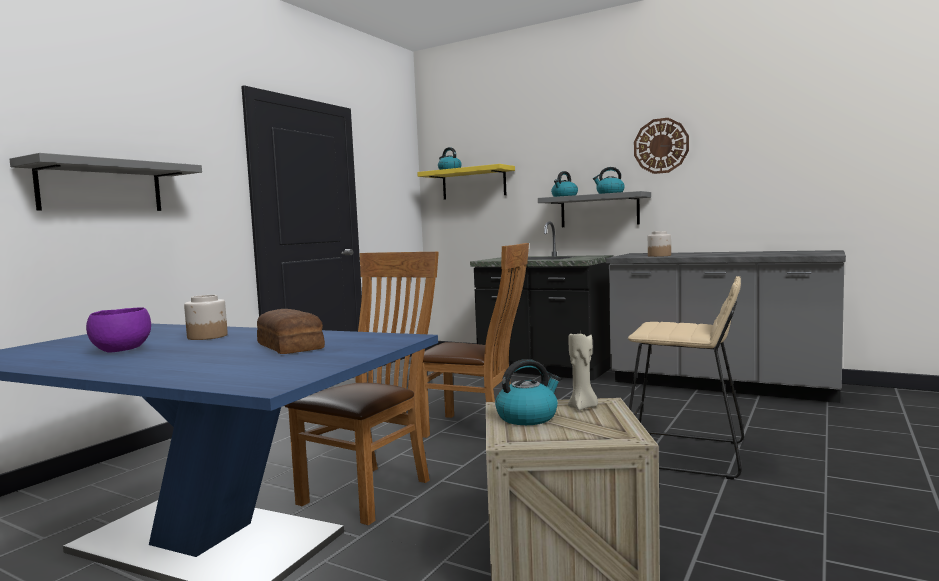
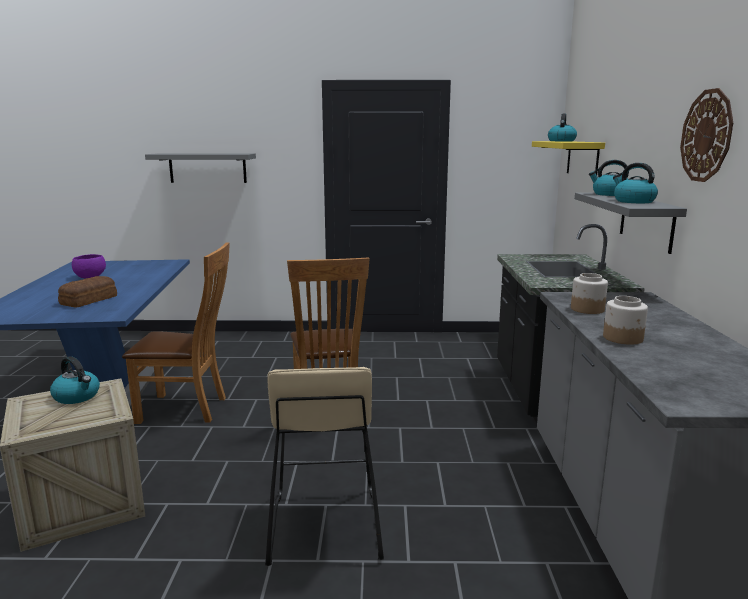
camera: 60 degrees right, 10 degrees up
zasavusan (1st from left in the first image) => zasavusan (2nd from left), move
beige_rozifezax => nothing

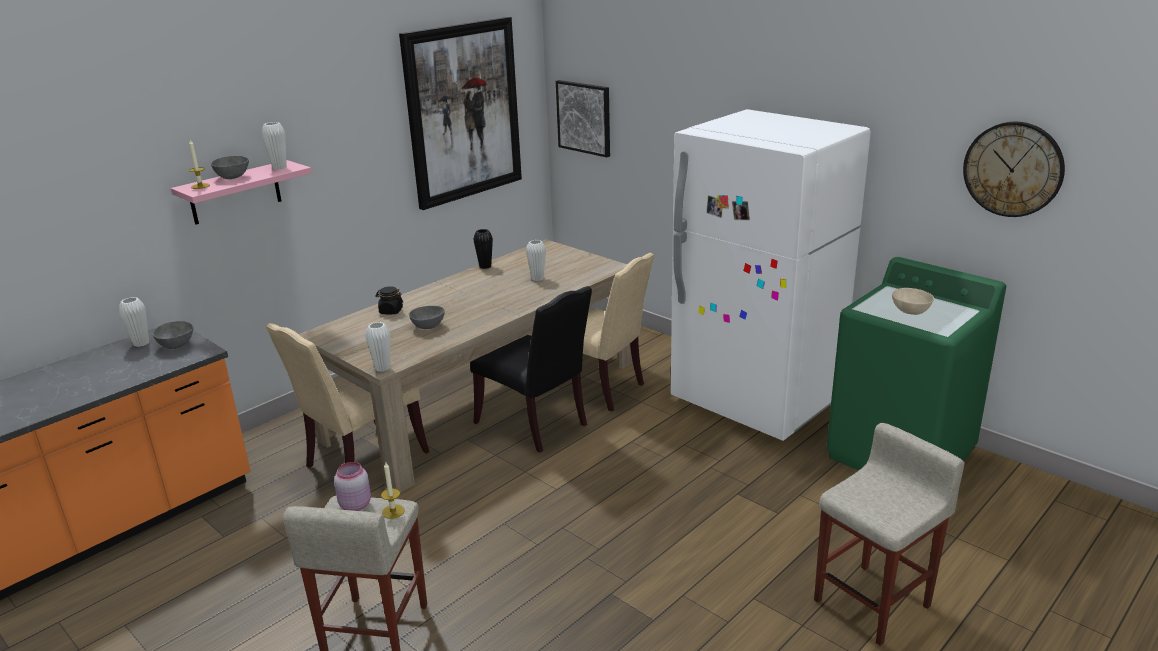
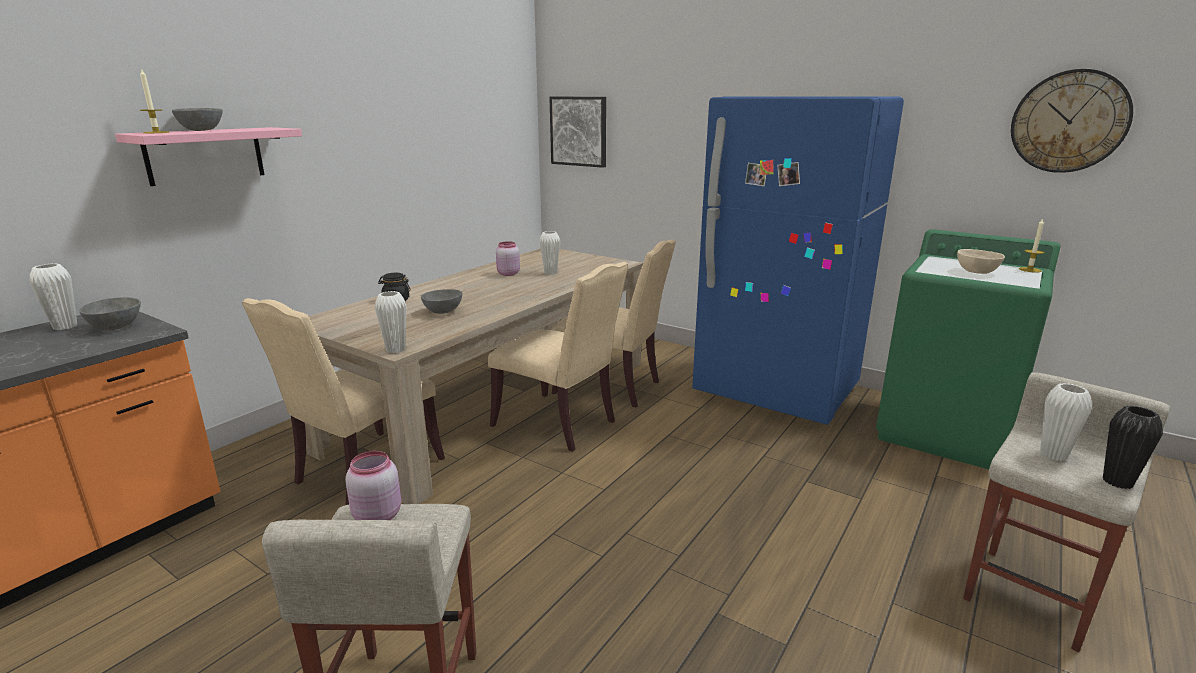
camera: 10 degrees left, 5 degrees down
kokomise (1st from left) => nothing
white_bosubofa => blue_bosubofa
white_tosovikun (2nd from left in the first image) => white_tosovikun (4th from left), move
black_tosovikun, move
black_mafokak => beige_mafokak (2nd from left)
rozifezax (2nd from left), move
nothing => pink_zasavusan (2nd from left)

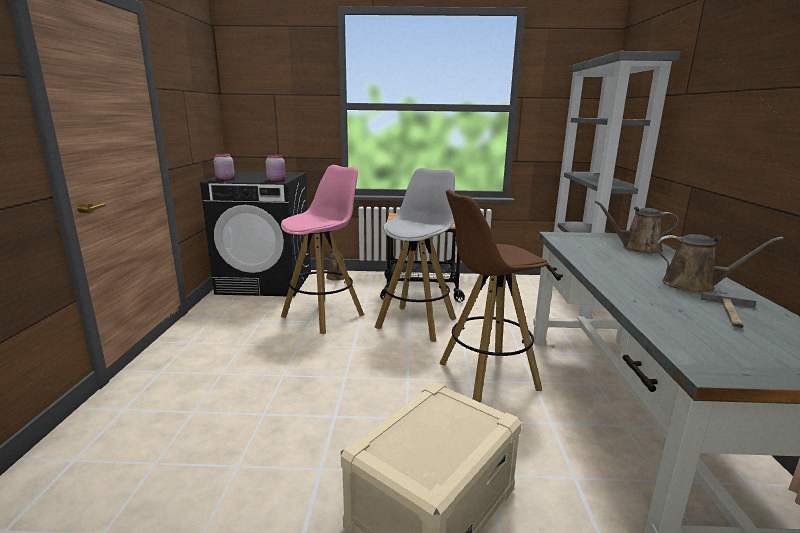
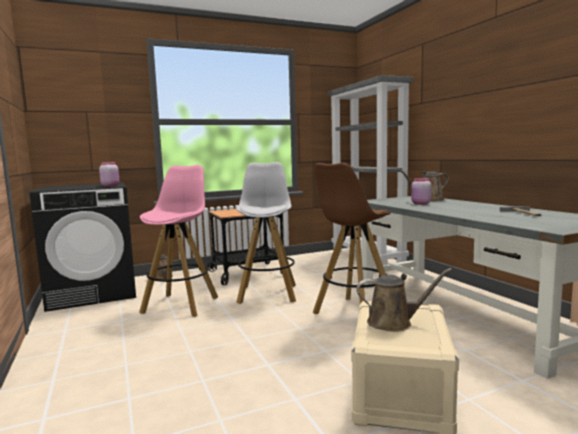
camera: 25 degrees left, 10 degrees down
pink_zasavusan (1st from left in the first image) => pink_zasavusan (2nd from left), move
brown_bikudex (3rd from left in the first image) => brown_bikudex (2nd from left), move

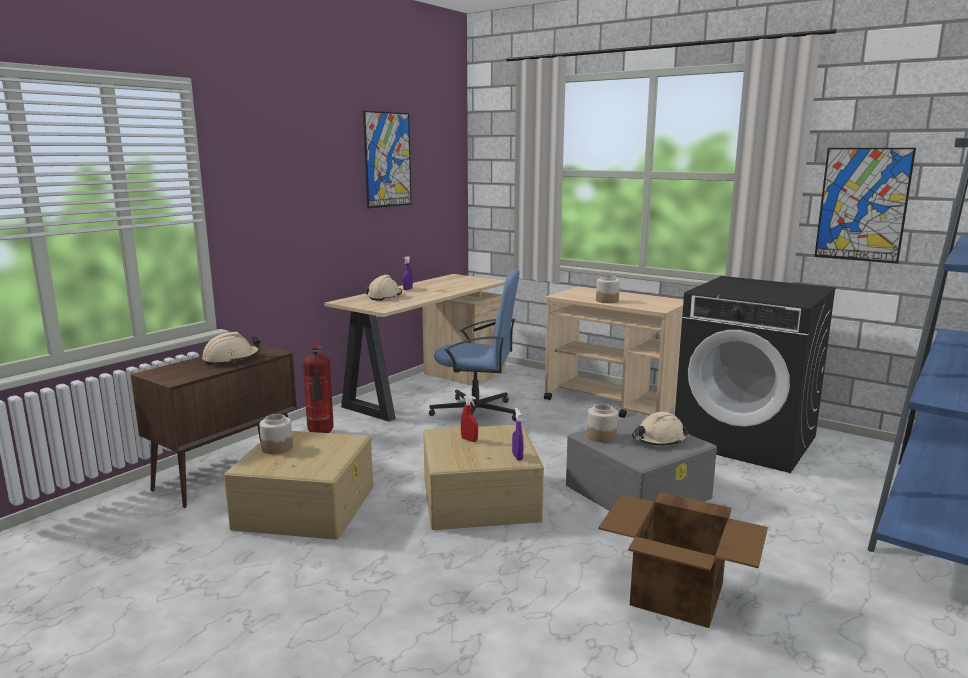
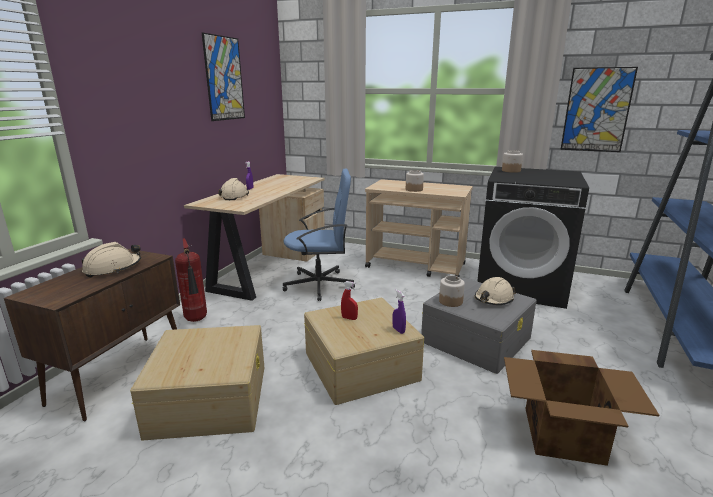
camera: 15 degrees left, 5 degrees up
zasavusan (1st from left in the first image) => zasavusan (3rd from left), move

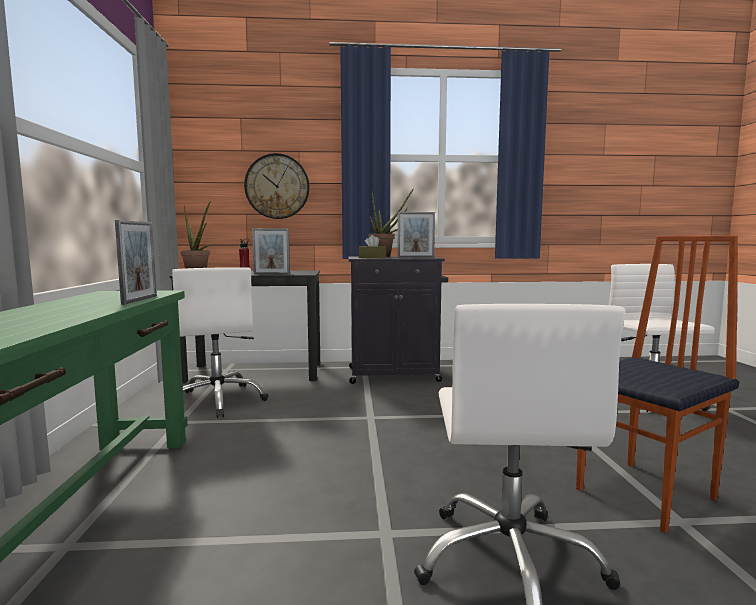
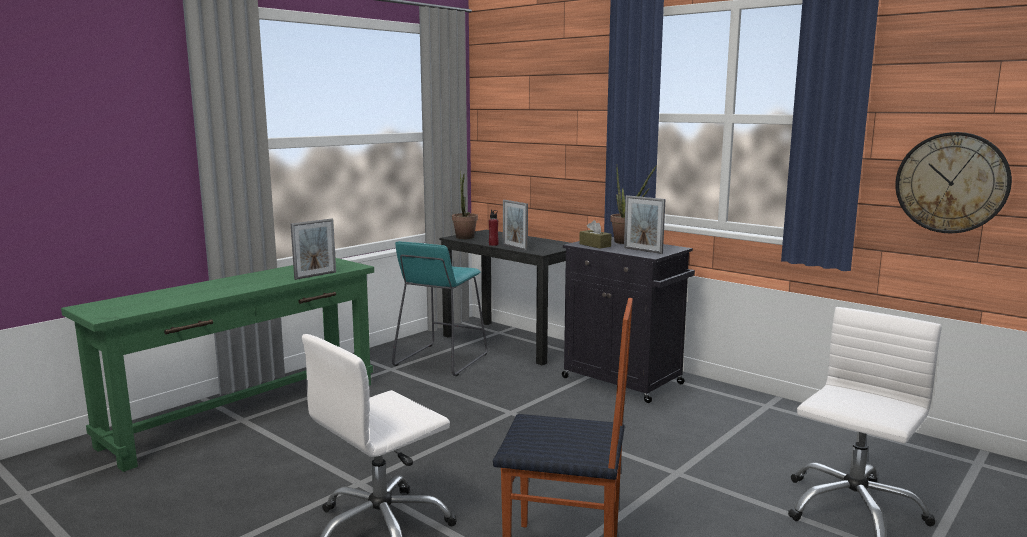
camera: 45 degrees right, 5 degrees up
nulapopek, move
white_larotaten (1st from left) => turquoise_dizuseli

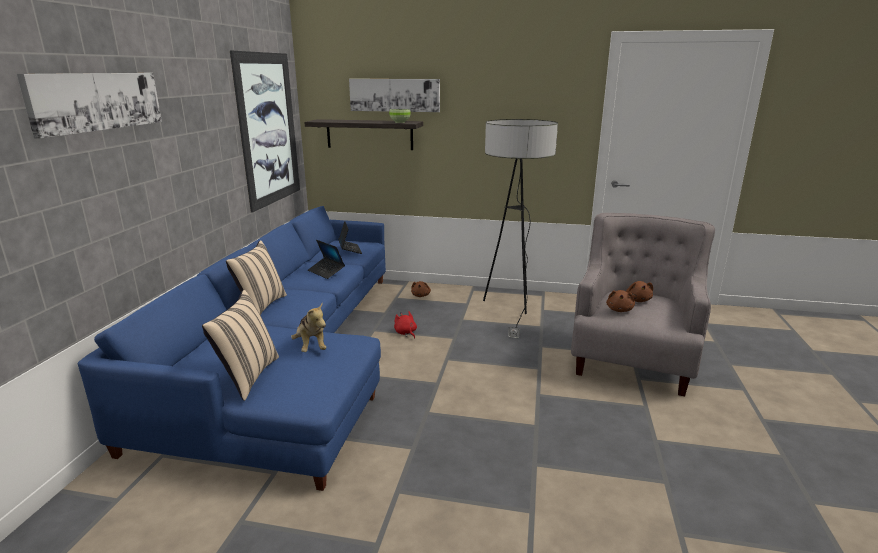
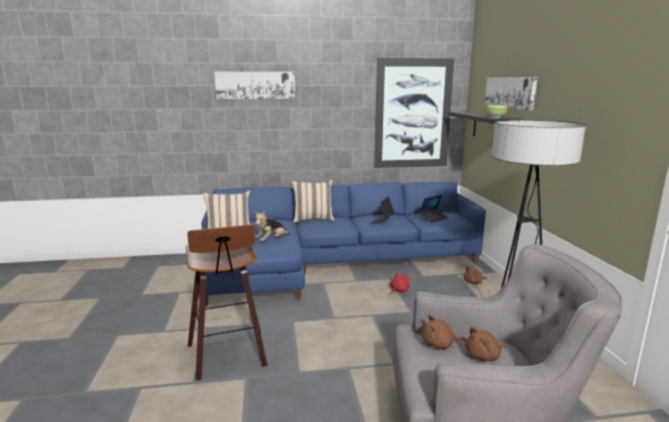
camera: 70 degrees right, 5 degrees down
nothing => dizuseli

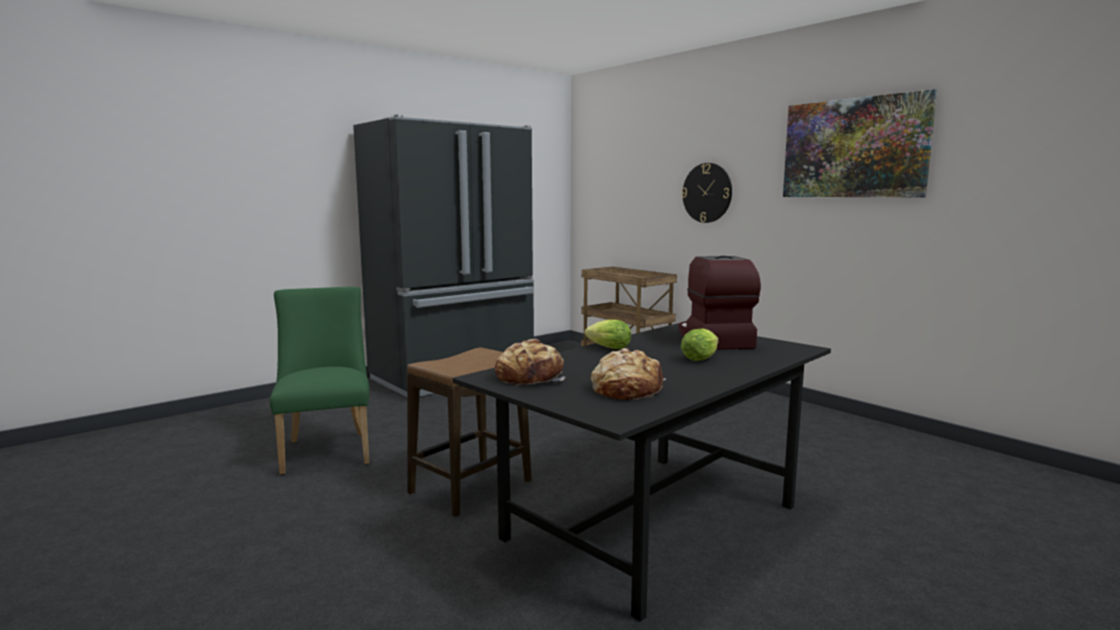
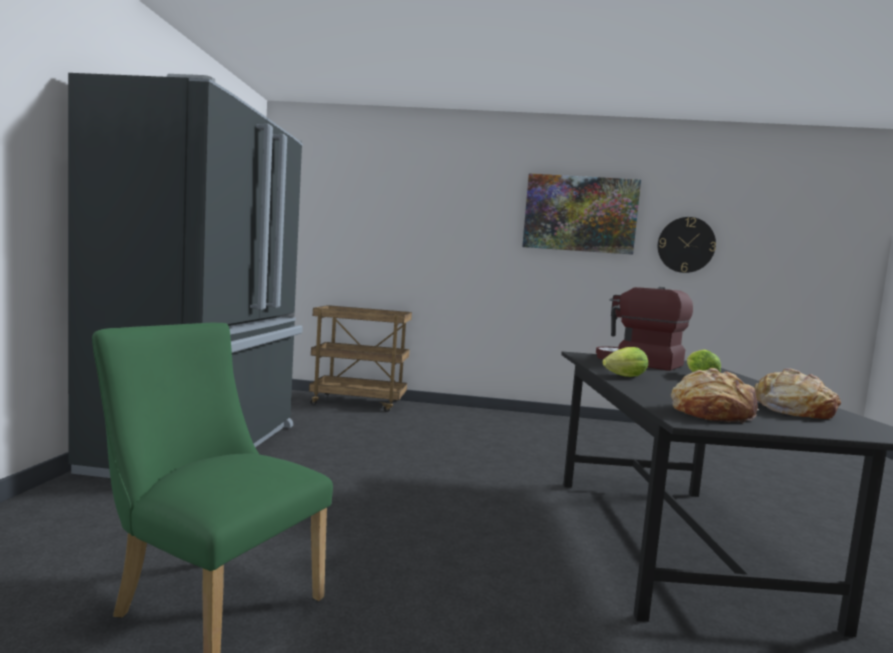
camera: 45 degrees left, 5 degrees down
nulapopek, move
dizuseli => nothing

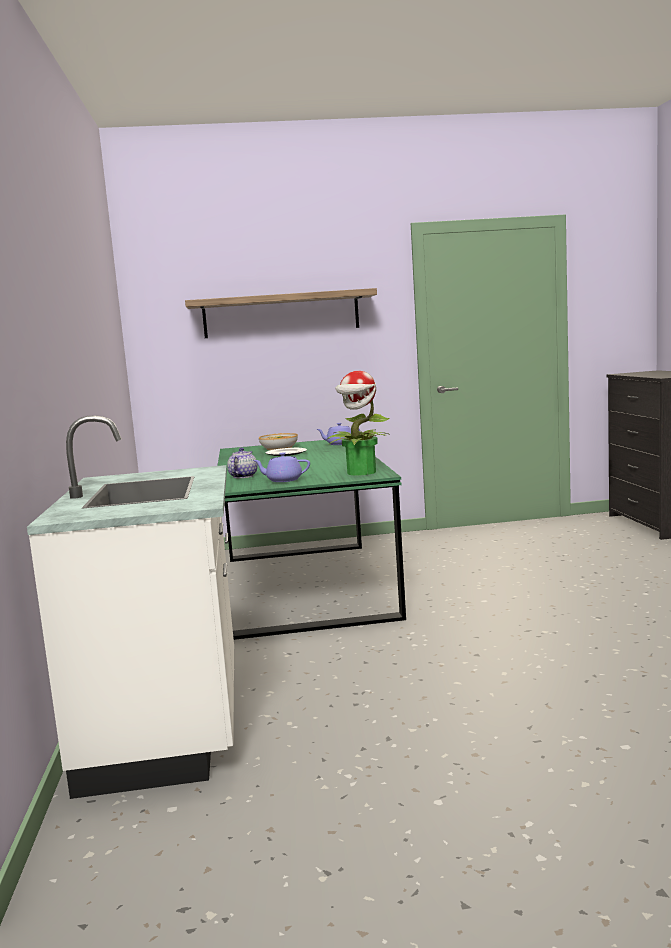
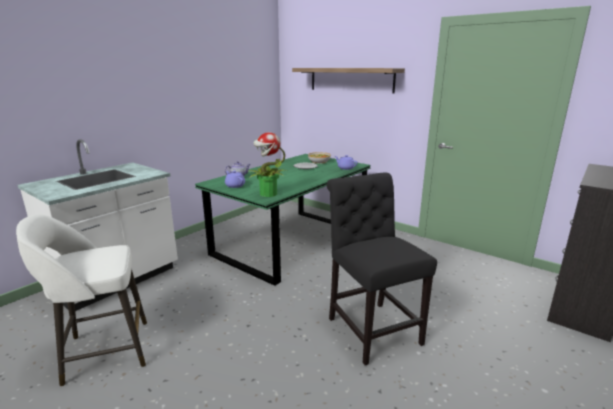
camera: 45 degrees right, 10 degrees up
nothing => black_mafokak
nothing => white_dizuseli

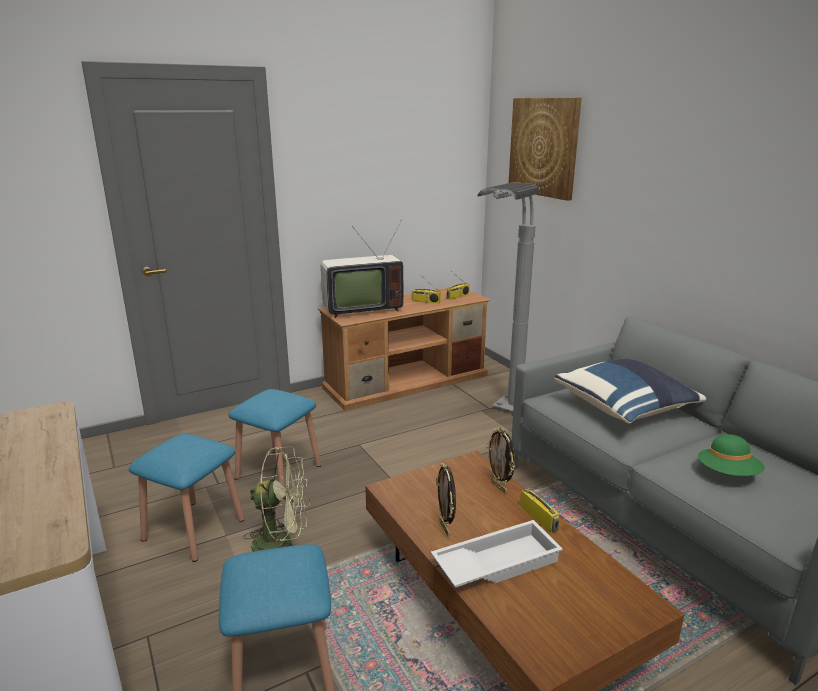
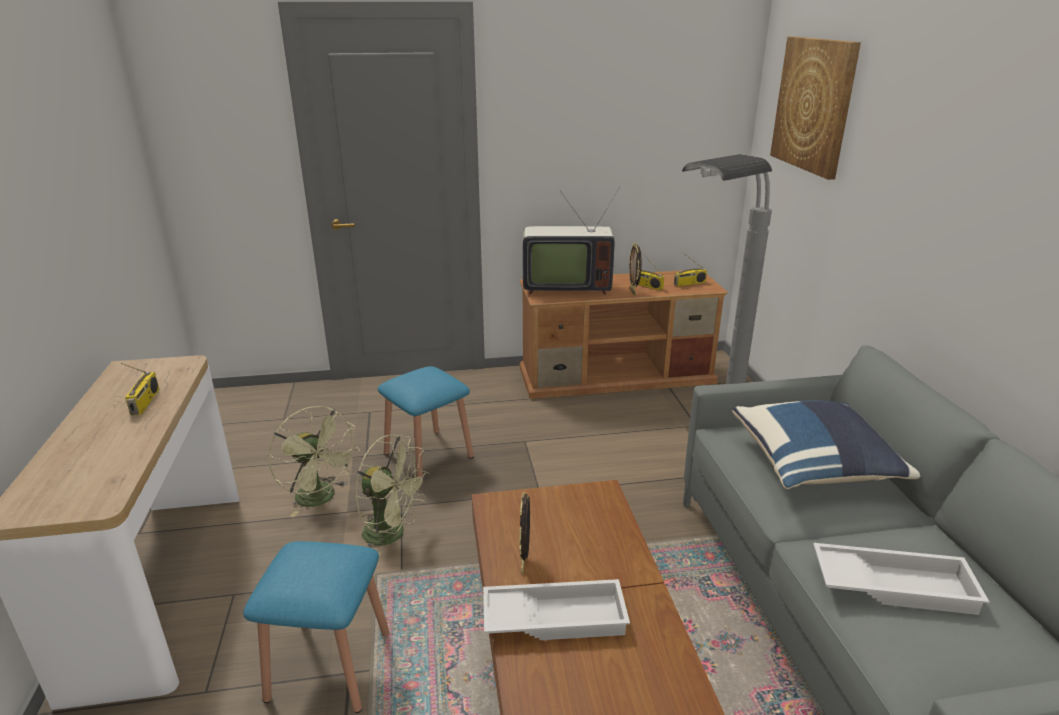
camera: 20 degrees right, 5 degrees up
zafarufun (2nd from left), move
blue_dizuseli (1st from left) => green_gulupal (1st from left)
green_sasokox => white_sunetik (2nd from left)
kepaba (3rd from left in the first image) => kepaba (1st from left), move

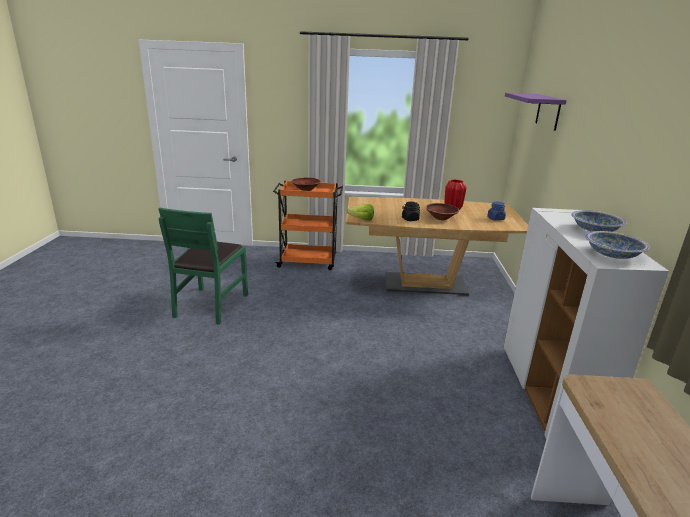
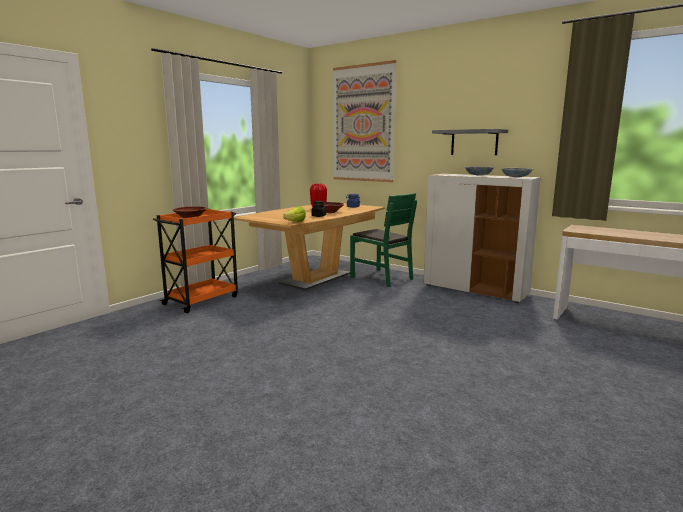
camera: 55 degrees left, 10 degrees down
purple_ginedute => kokomise
green_mafokak, move
nothing => grey_ginedute

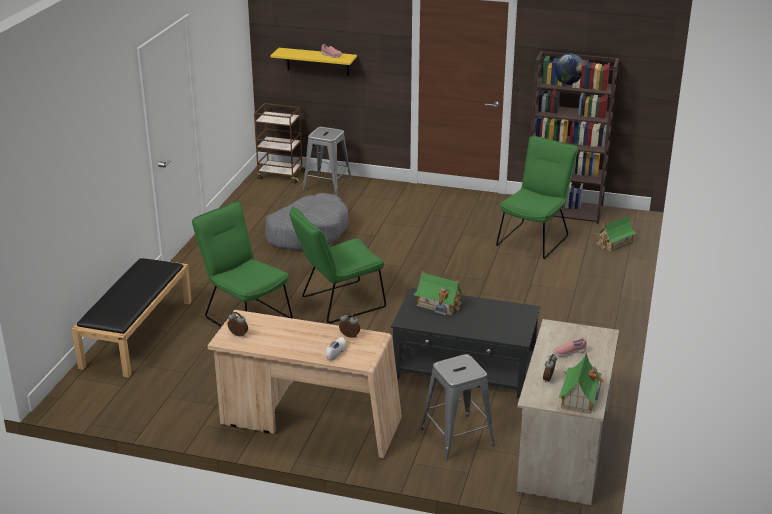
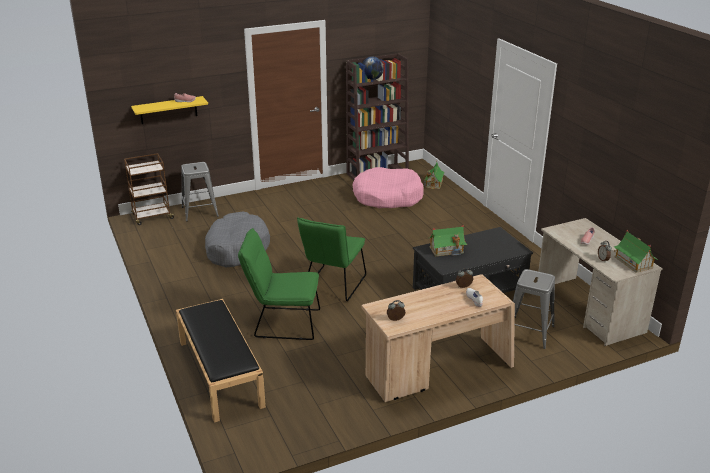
camera: 40 degrees left, 0 degrees up
green_mafokak (3rd from left) => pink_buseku

